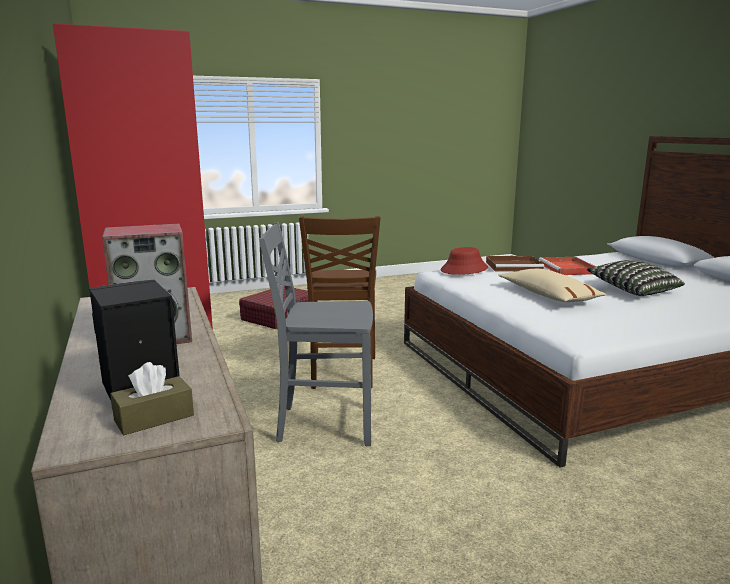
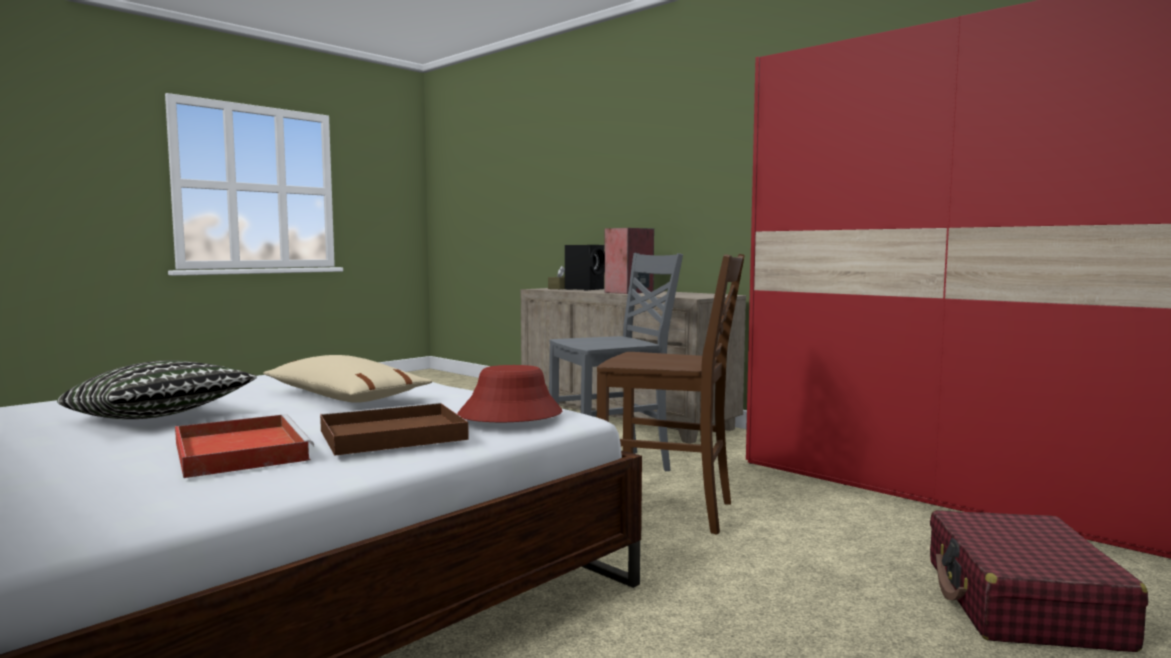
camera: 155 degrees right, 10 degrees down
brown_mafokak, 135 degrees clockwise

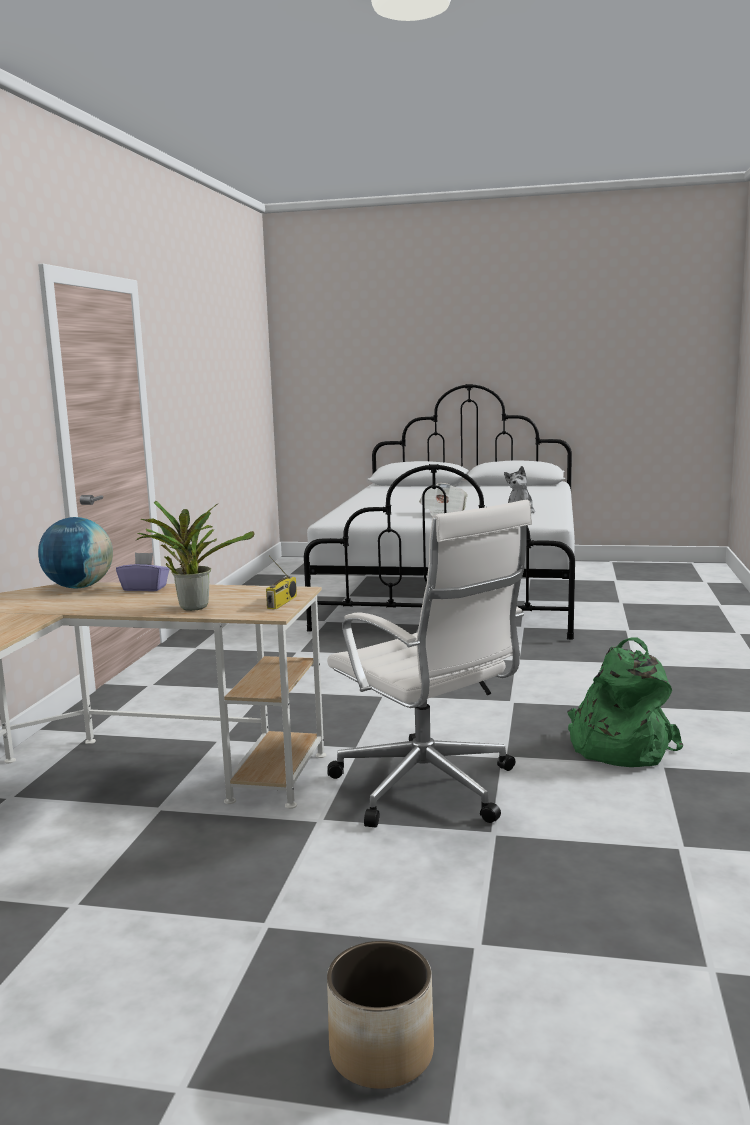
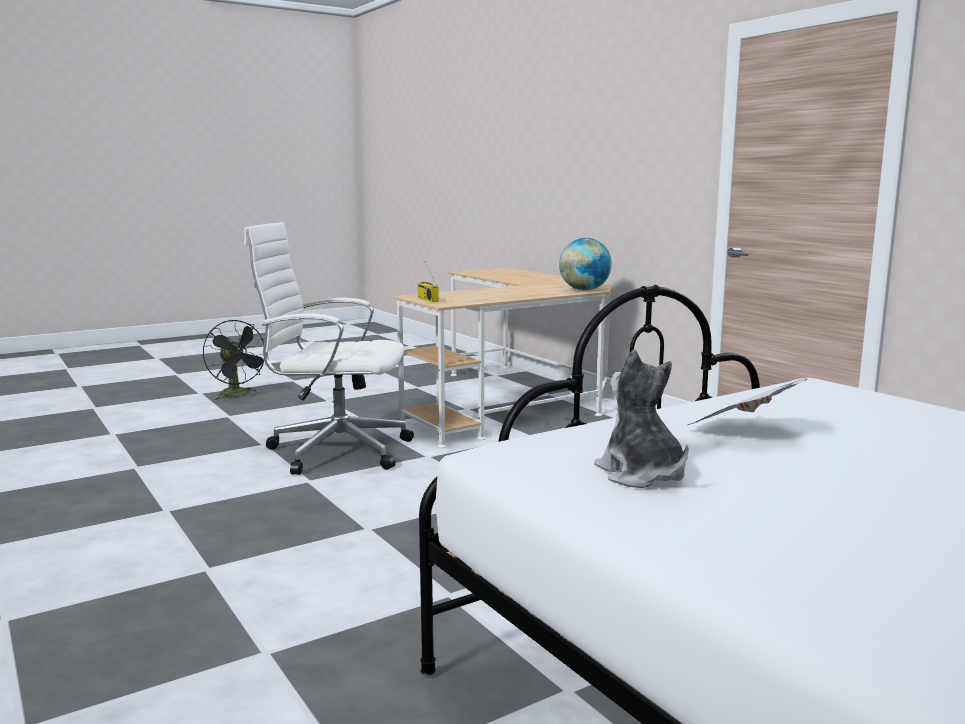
camera: 135 degrees right, 0 degrees up
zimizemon => nothing
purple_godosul => nothing
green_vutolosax => nothing
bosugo => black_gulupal

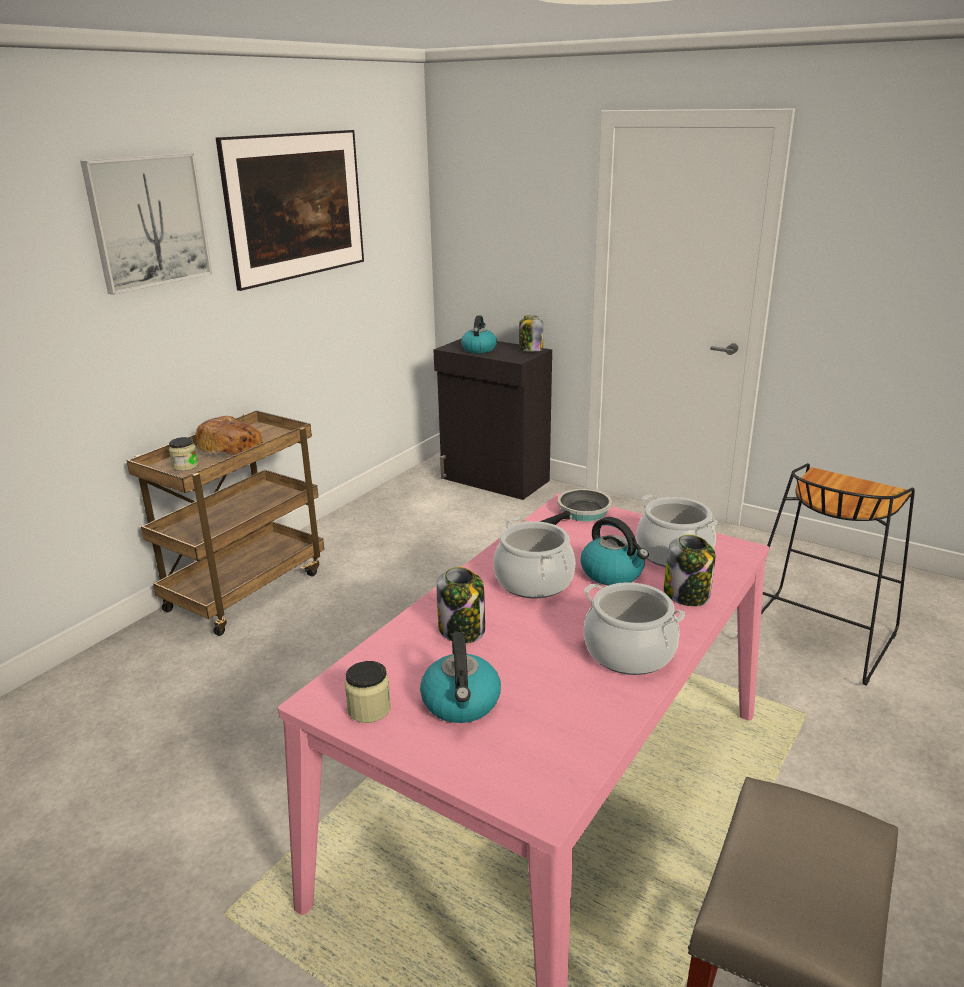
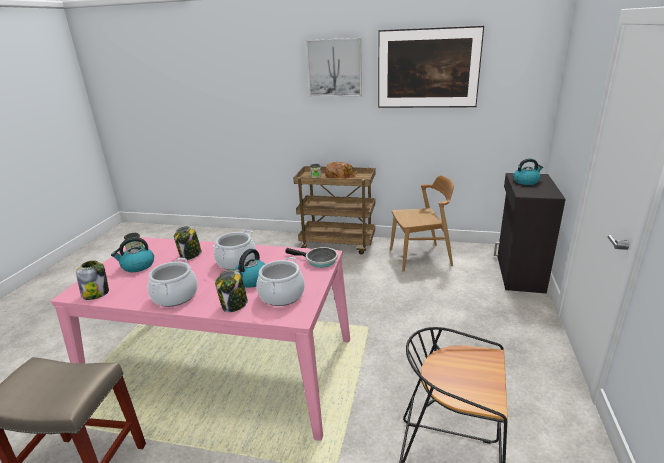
camera: 70 degrees right, 0 degrees up
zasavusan (4th from left in the first image) => zasavusan (1st from left), move
nothing => brown_mafokak

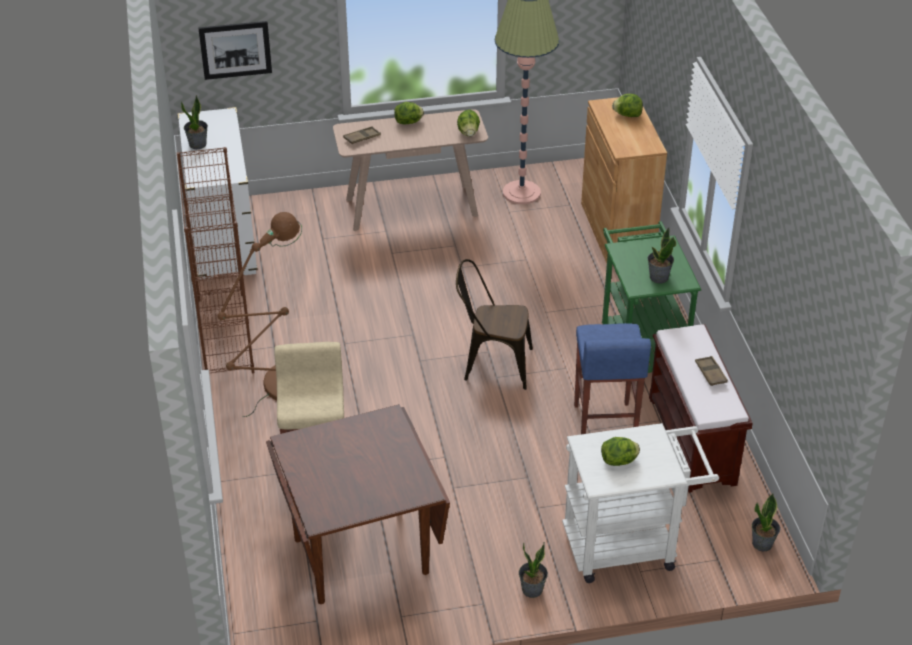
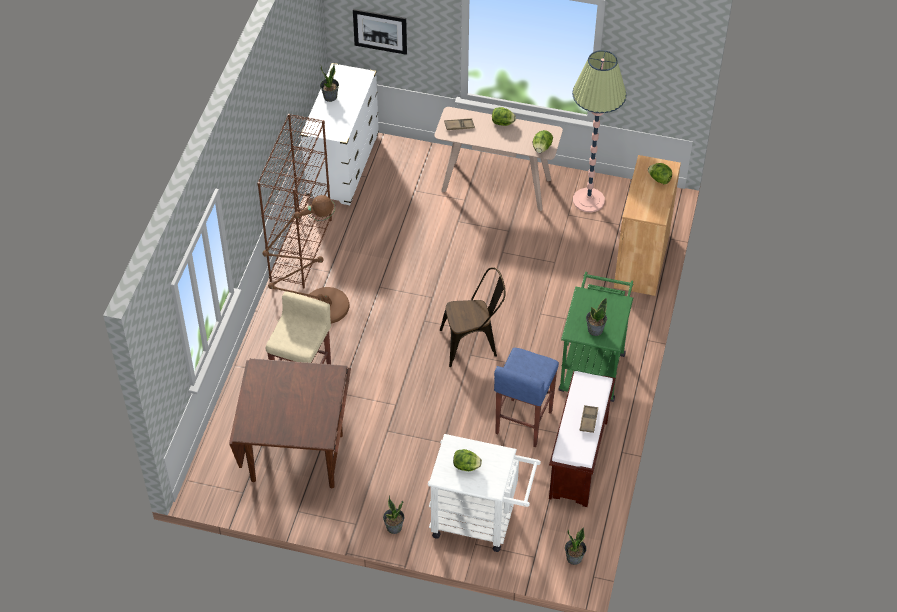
camera: 25 degrees right, 10 degrees up
brown_mafokak, 135 degrees clockwise

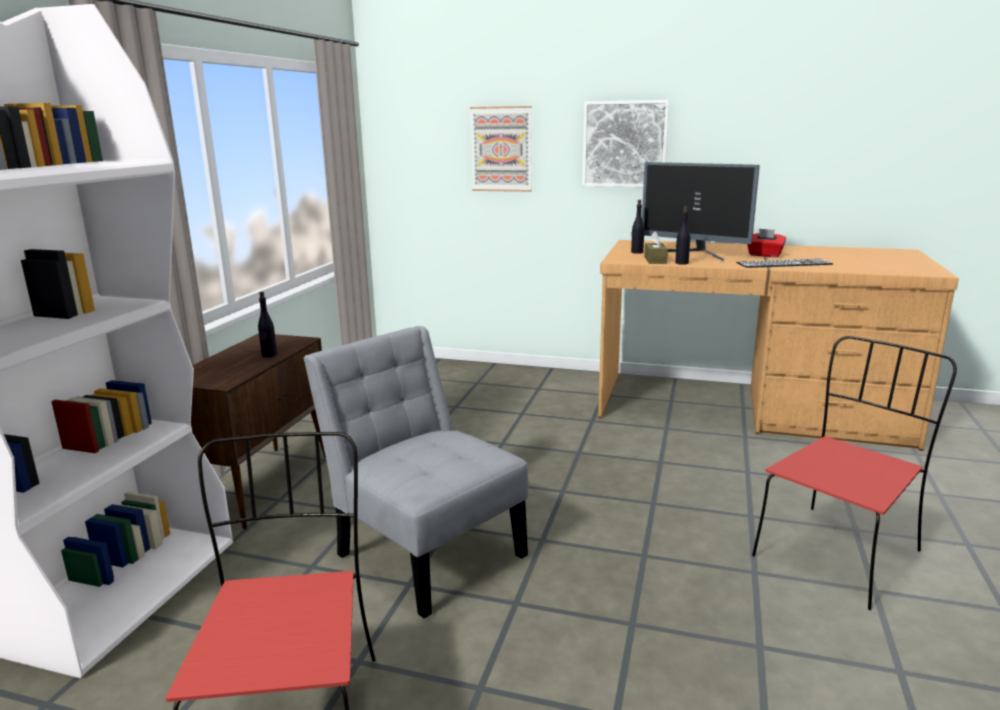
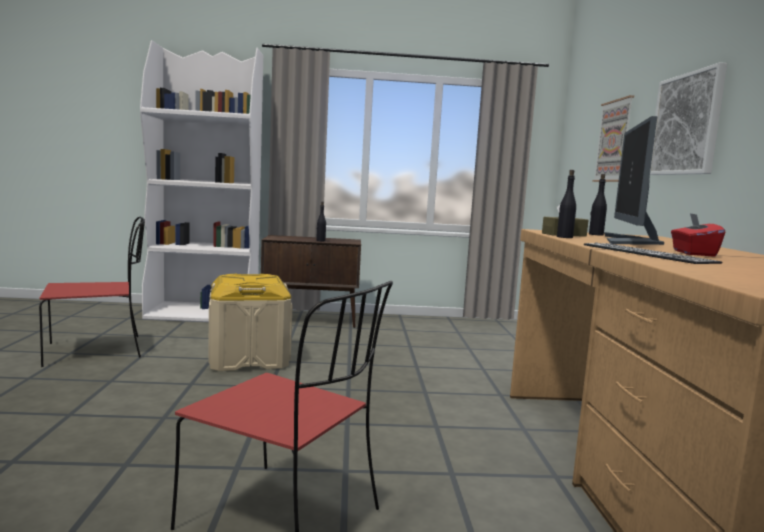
camera: 70 degrees right, 10 degrees down
grey_mafokak => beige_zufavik

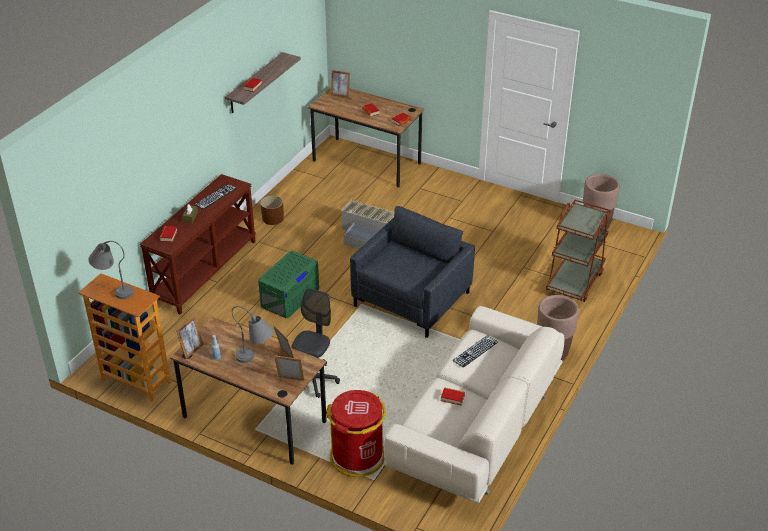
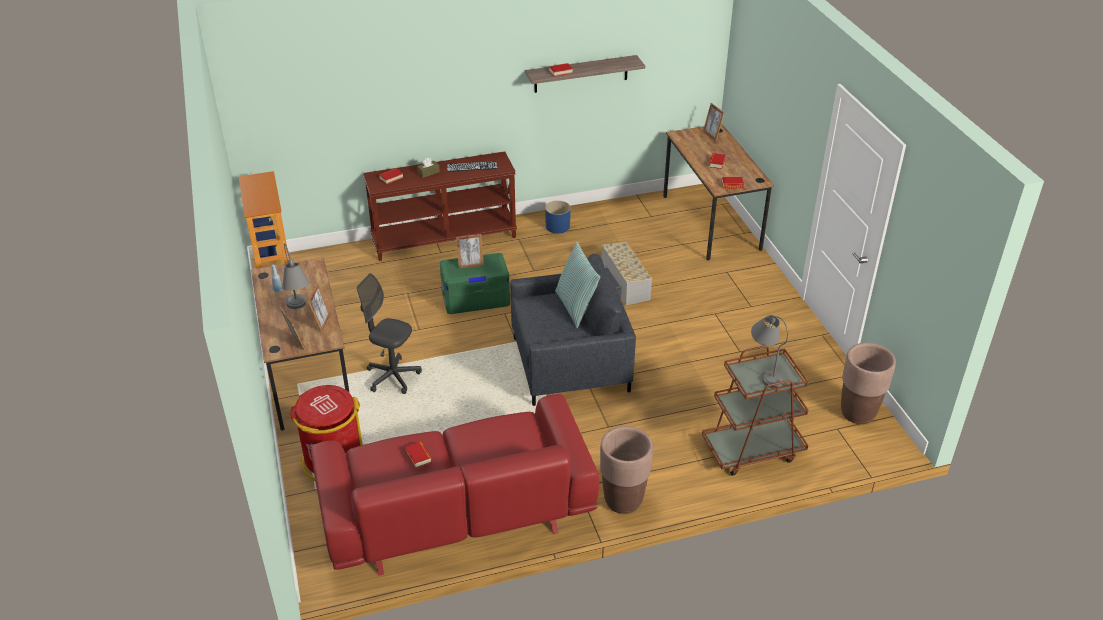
camera: 45 degrees right, 0 degrees up
brown_bosugo (1st from left) => blue_bosugo
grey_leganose (1st from left in the first image) => grey_leganose (2nd from left), move
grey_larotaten, 135 degrees counterclockwise
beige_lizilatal => red_lizilatal
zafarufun (1st from left in the first image) => zafarufun (3rd from left), move
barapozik (2nd from left) => nothing
nothing => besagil

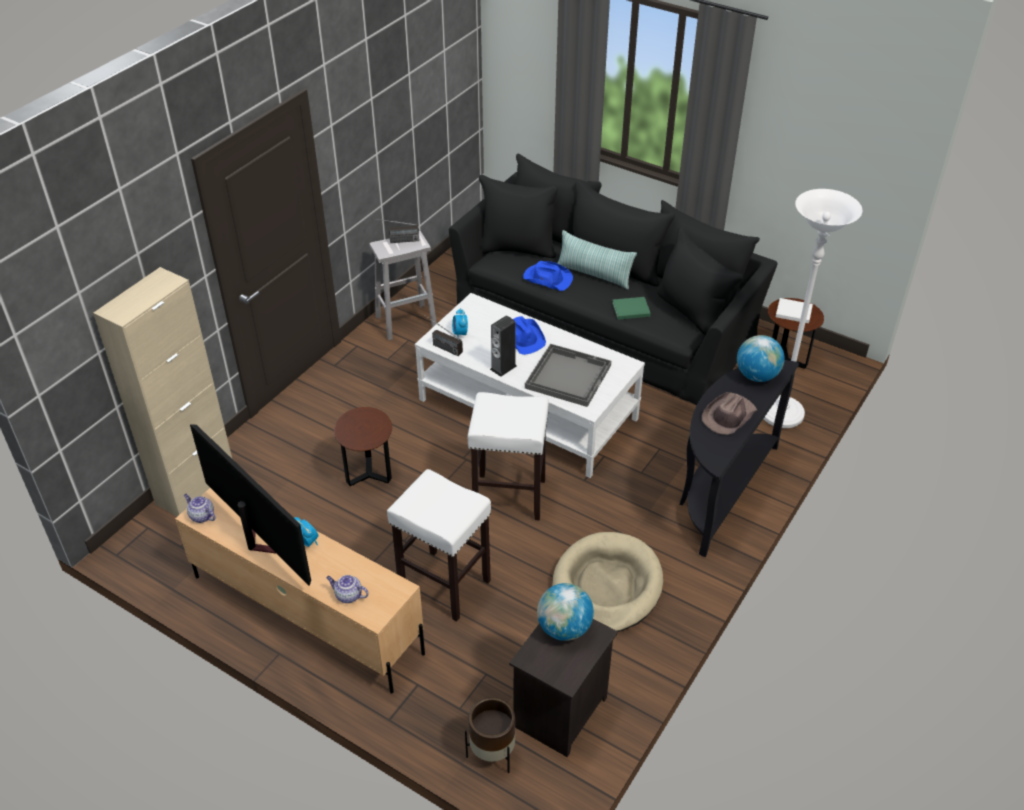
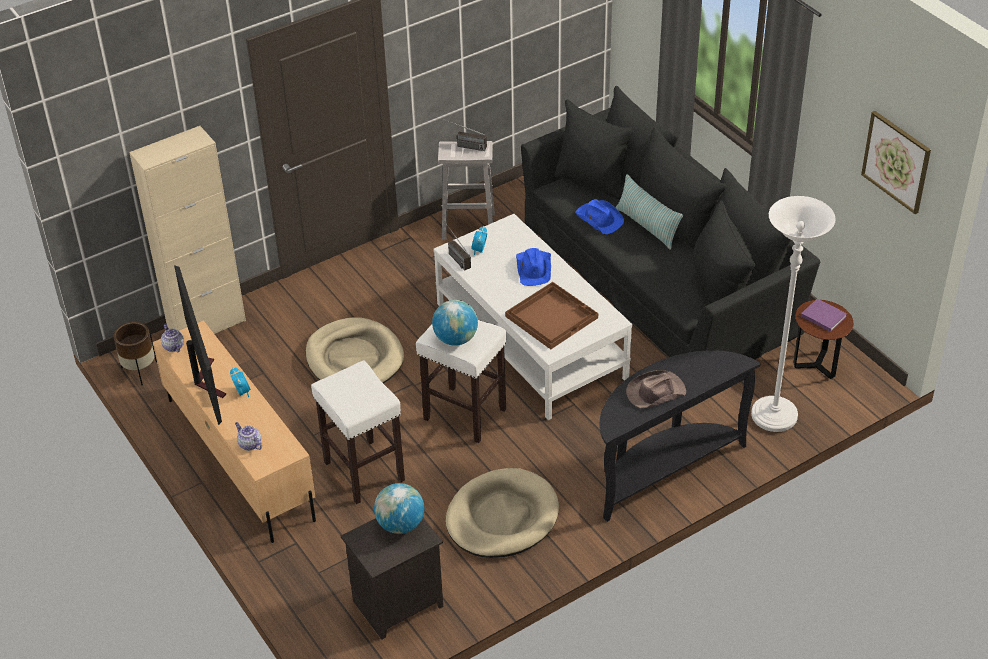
camera: 25 degrees right, 0 degrees up
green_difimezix => nothing
white_difimezix => purple_difimezix
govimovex => nothing
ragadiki (2nd from left), move
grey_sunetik => brown_sunetik
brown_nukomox (1st from left) => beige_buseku (1st from left)
brown_bosugo, move
nothing => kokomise

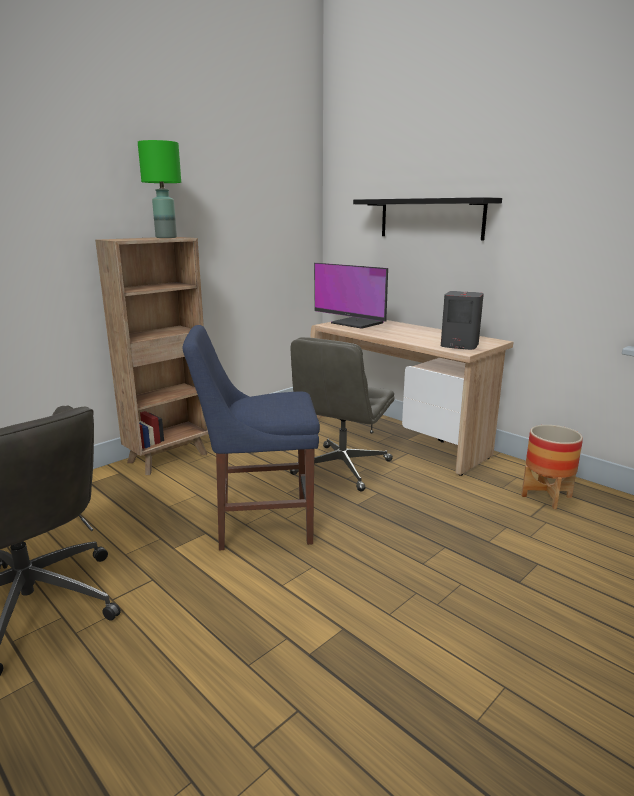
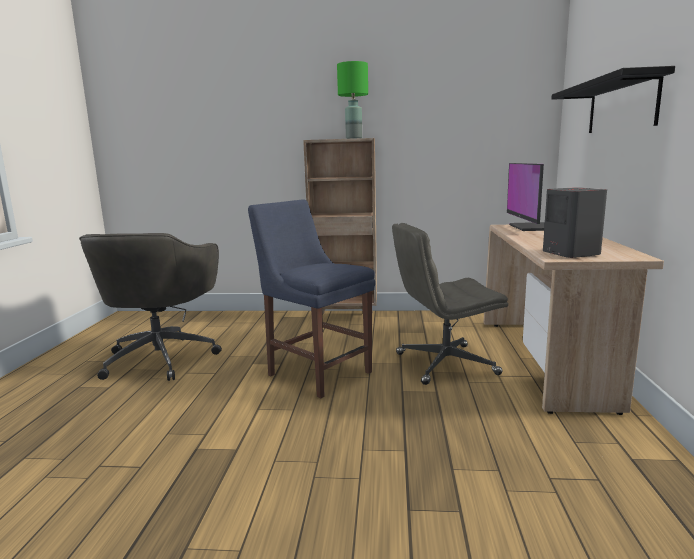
camera: 50 degrees right, 5 degrees down
bosugo => nothing

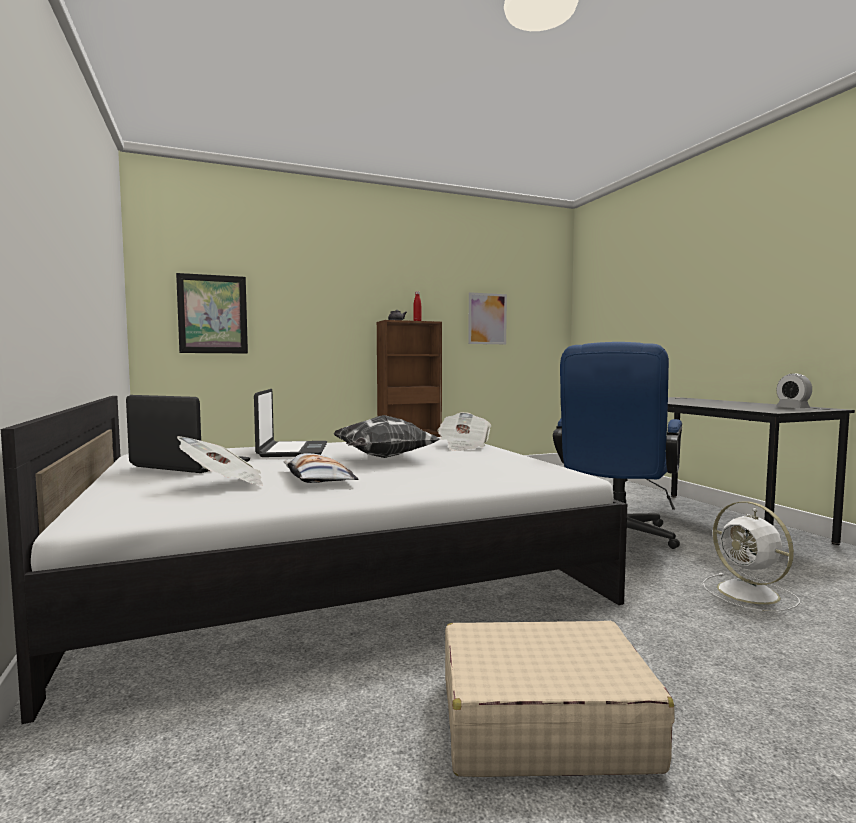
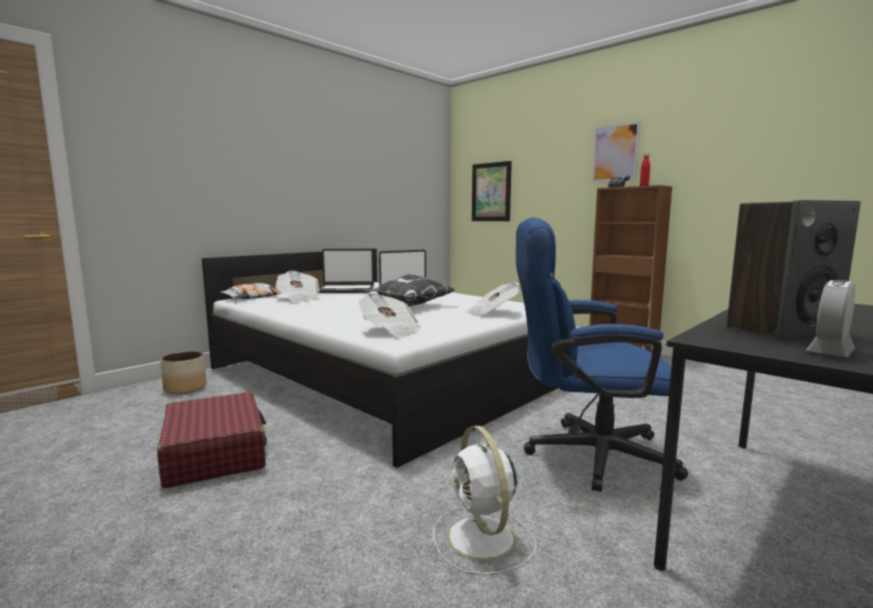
camera: 65 degrees right, 5 degrees up
kokomise (2nd from left), move
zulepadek (1st from left), 90 degrees clockwise
besagil (1st from left), move
white_gulupal, 60 degrees counterclockwise
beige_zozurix => red_zozurix
nothing => govimovex
nothing => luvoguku (2nd from left)
nothing => bosugo

